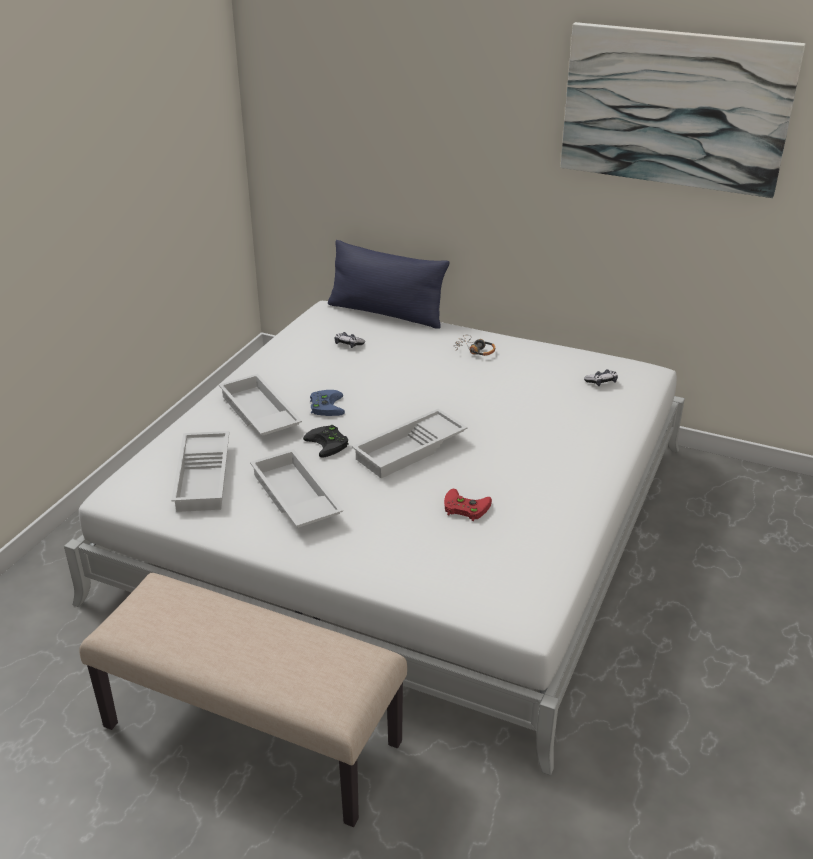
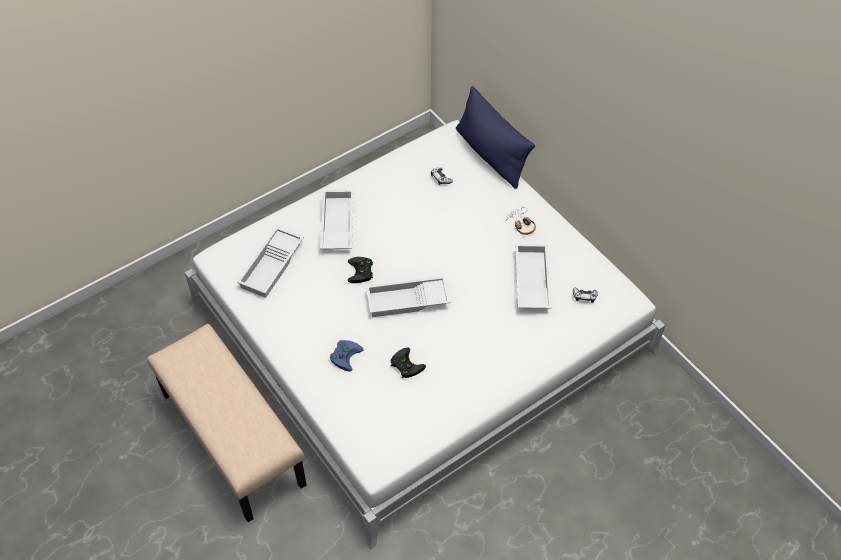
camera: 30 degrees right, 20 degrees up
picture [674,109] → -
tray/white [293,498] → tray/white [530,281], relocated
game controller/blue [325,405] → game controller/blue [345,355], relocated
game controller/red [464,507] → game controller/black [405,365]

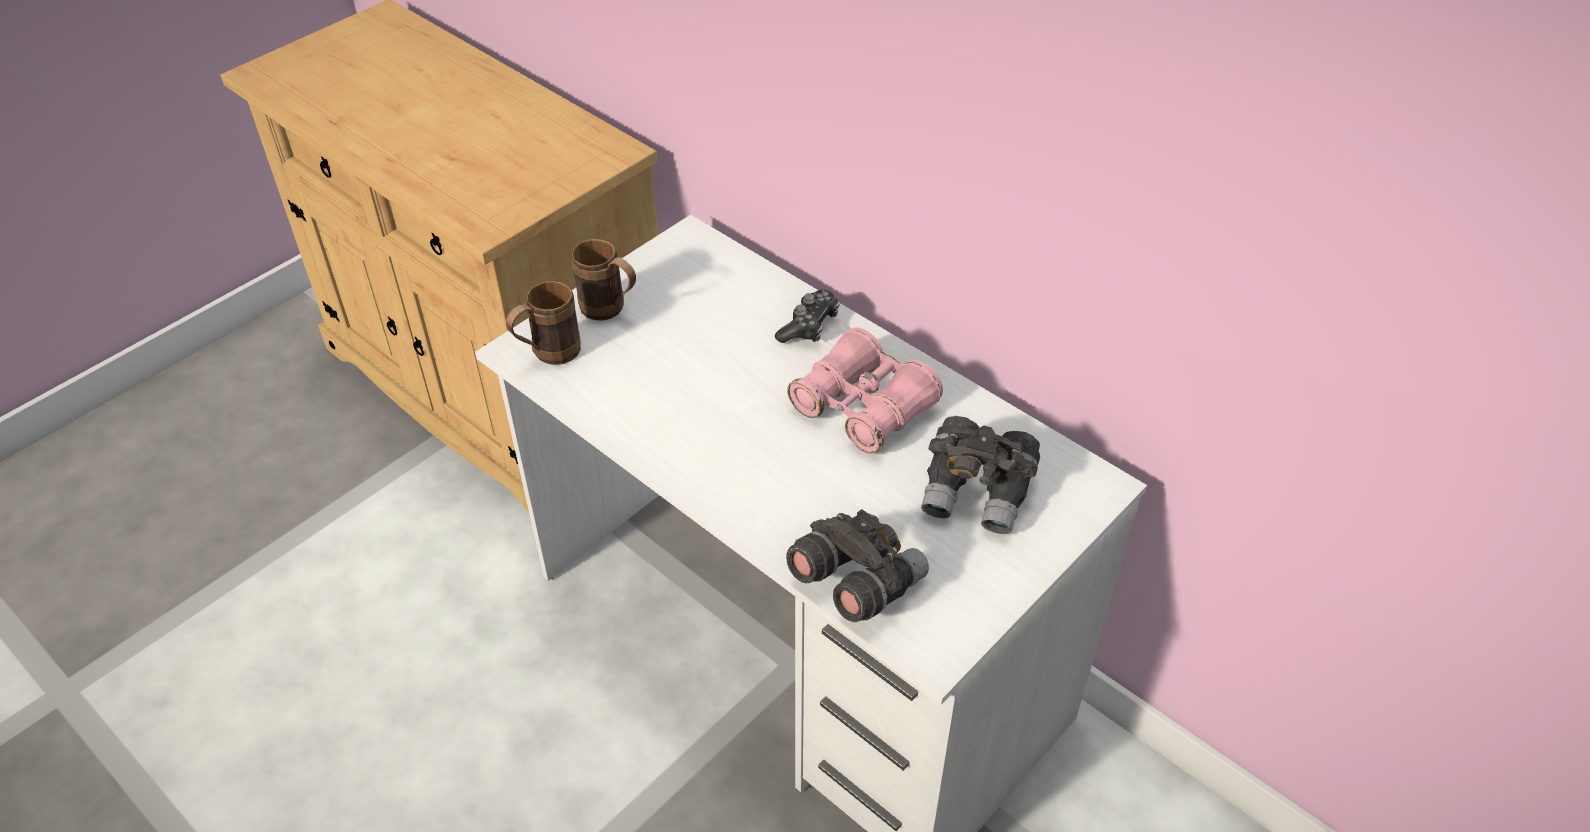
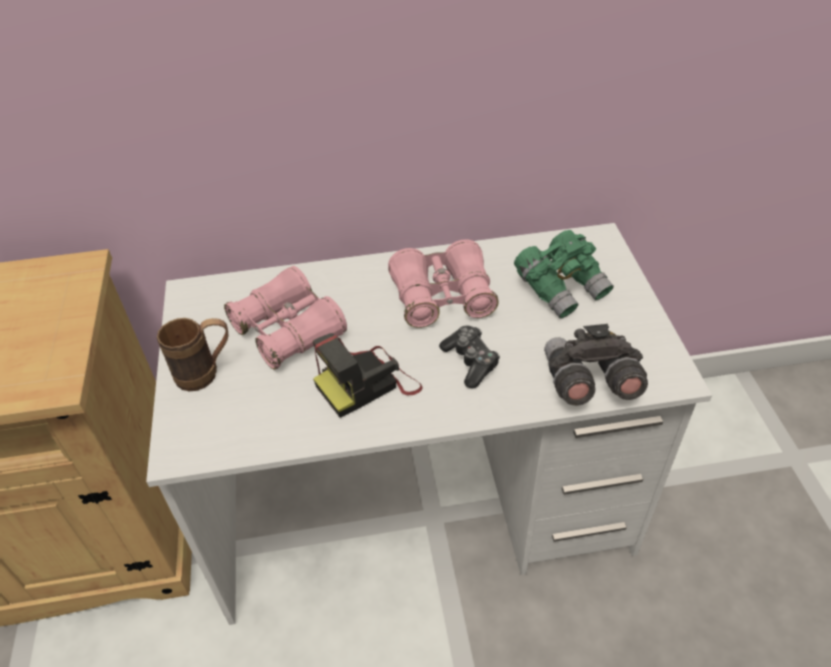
camera: 50 degrees left, 0 degrees up
mug/brown [547,355] → -
- → binoculars/pink [288,330]
- → photo camera [368,383]
game controller [809,326] → game controller [470,361], relocated
binoculars/grey [978,492] → binoculars/green [561,288]

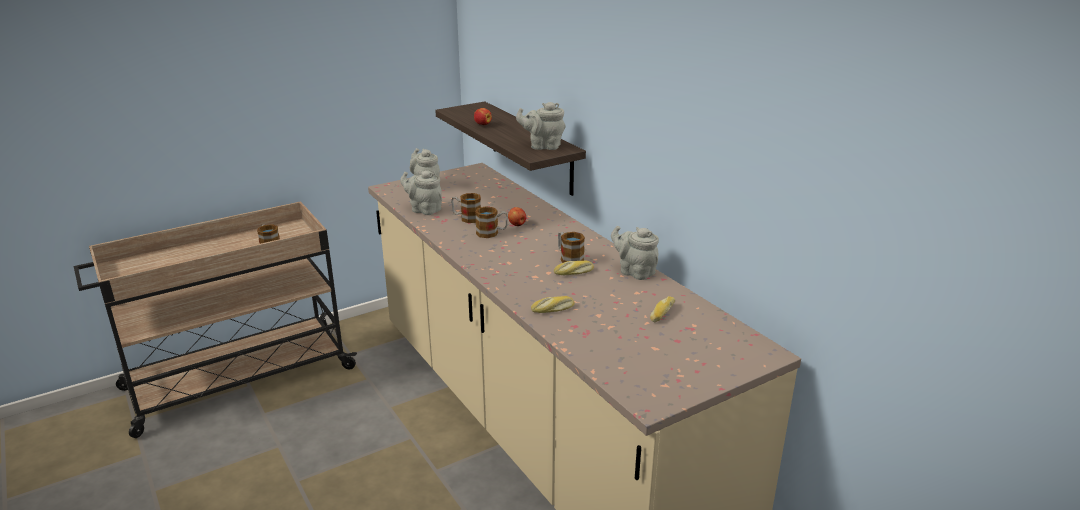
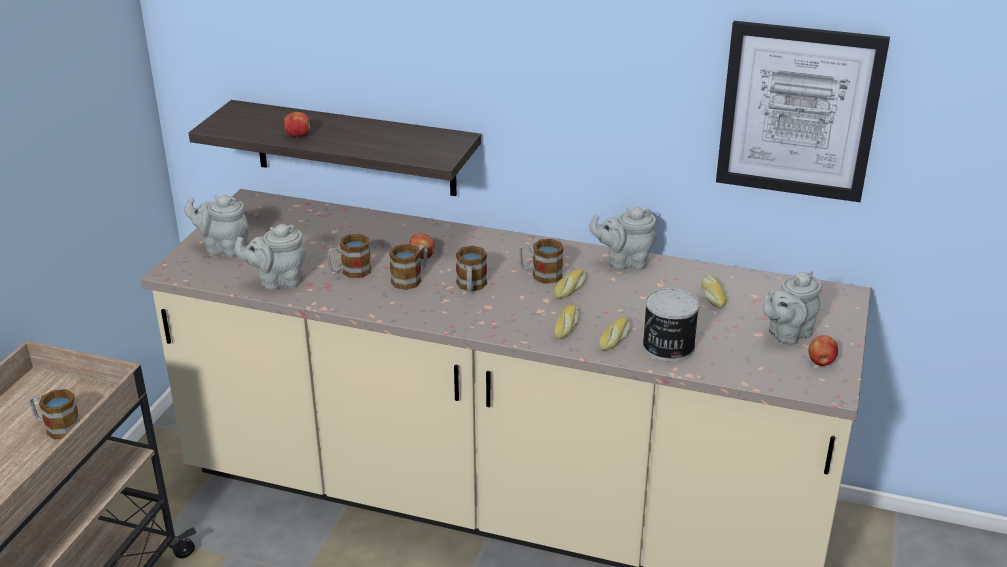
camera: 40 degrees left, 5 degrees up
- → mug [471,286]
- → bread [567,326]
- → can [667,347]
- → picture [798,111]
- → apple [821,362]
teapot/grey [543,146] → teapot/grey [787,334], relocated

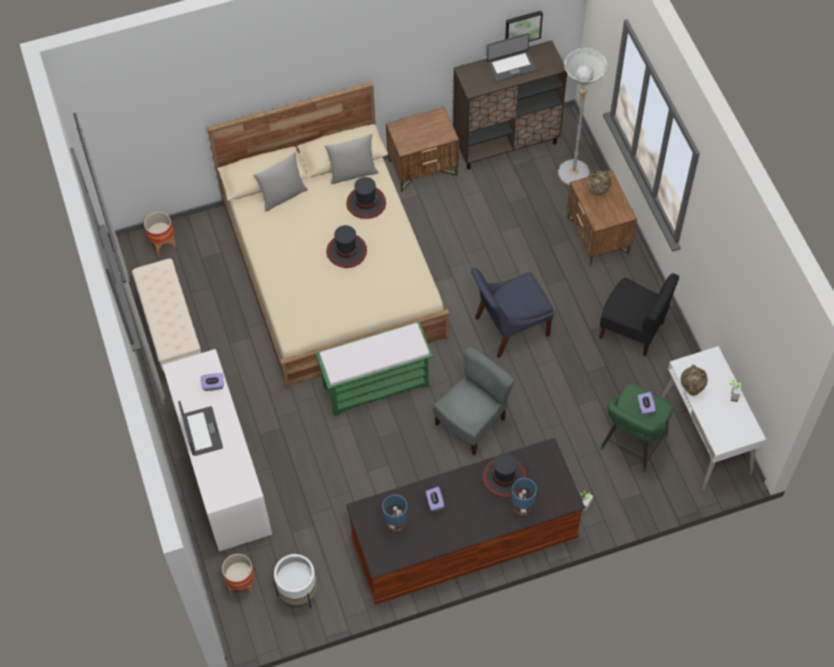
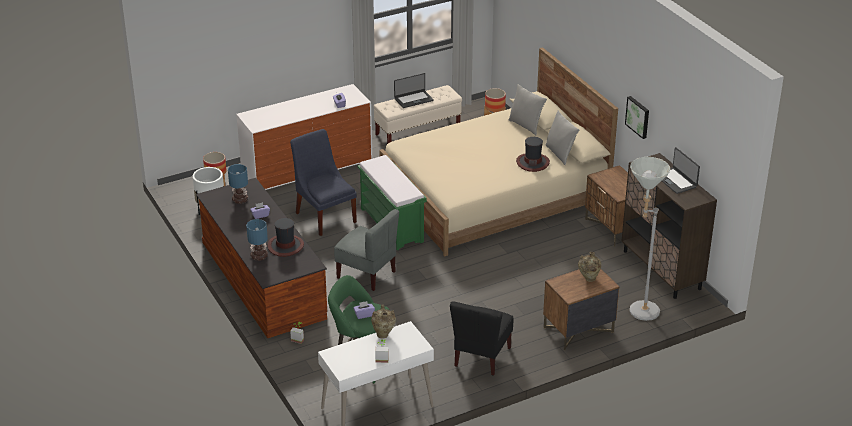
camera: 80 degrees right, 25 degrees down
hat [346,251] → -
laptop [201,431] → laptop [413,99], relocated
chair/blue [508,327] → chair/blue [325,216], relocated
picture [522,27] → picture [638,116], relocated

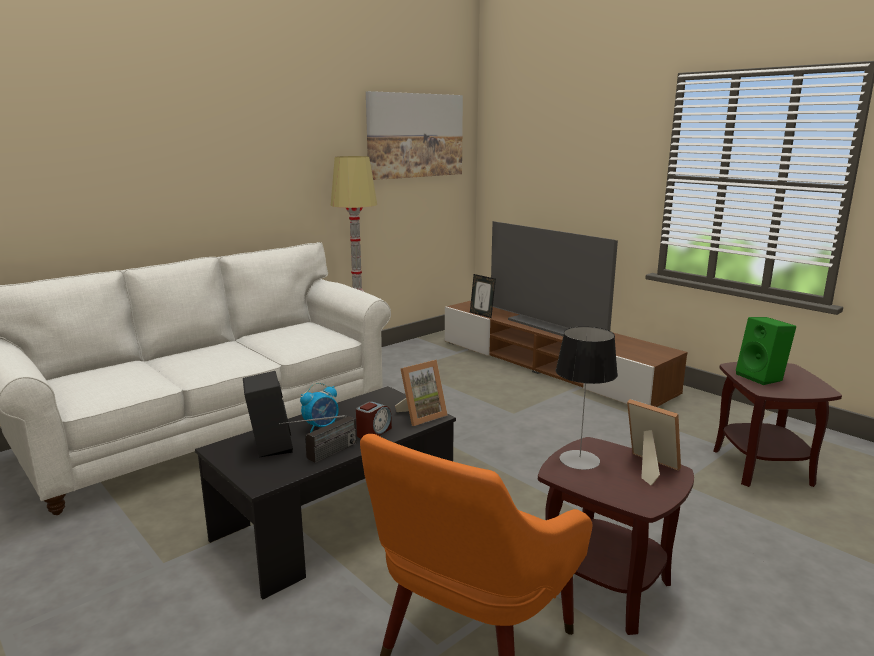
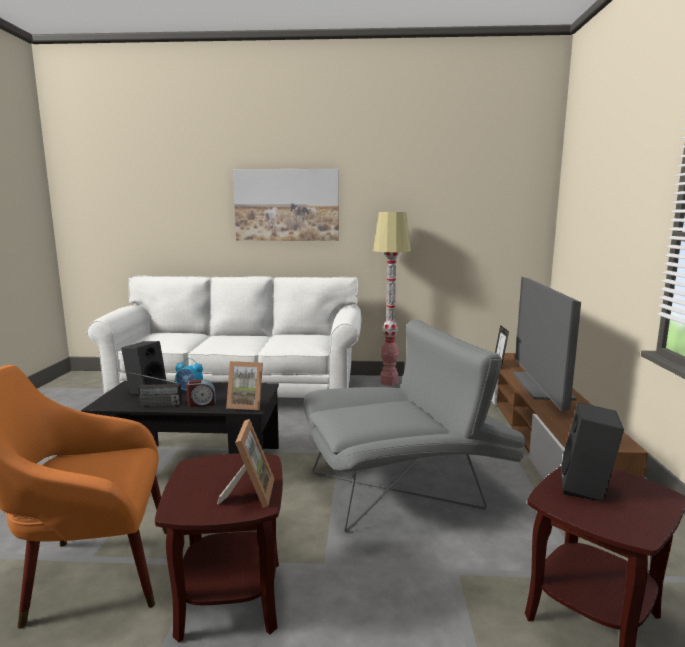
camera: 45 degrees right, 5 degrees down
table lamp [579,460] → -
- → armchair/grey [406,486]
picture [415,135] → picture [287,205], relocated
speaker/green [762,377] → speaker/black [587,489]

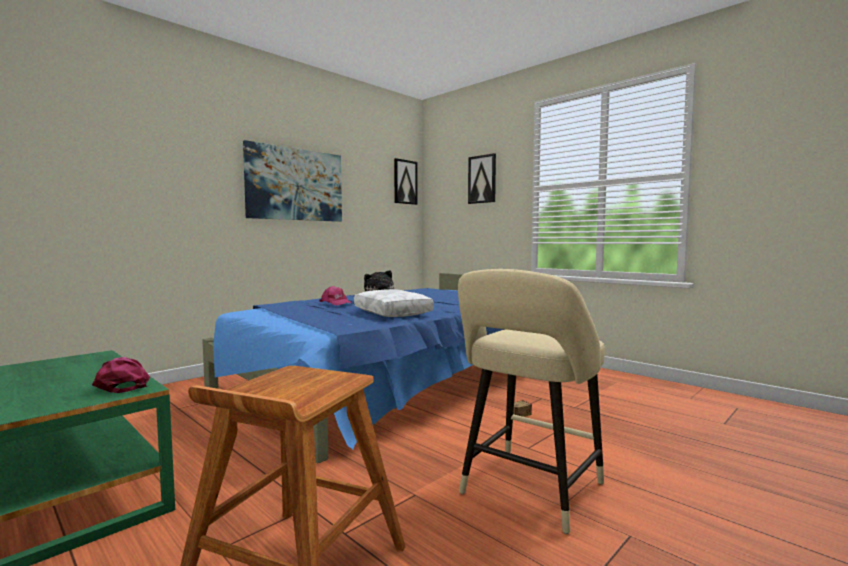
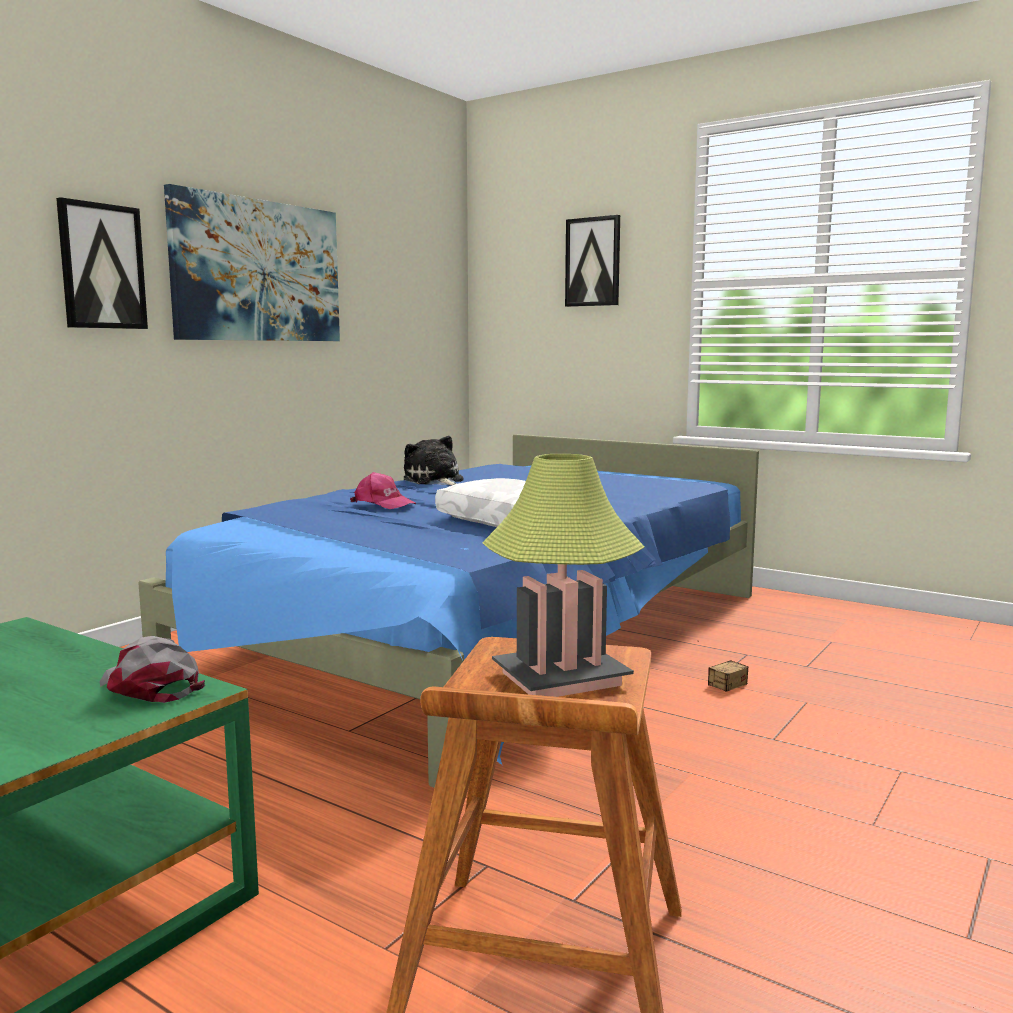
camera: 10 degrees left, 5 degrees up
stool/beige [528,492] → -
- → table lamp [561,678]
picture [405,182] → picture [102,266], relocated
cap/pink [122,385] → cap/grey [150,686]

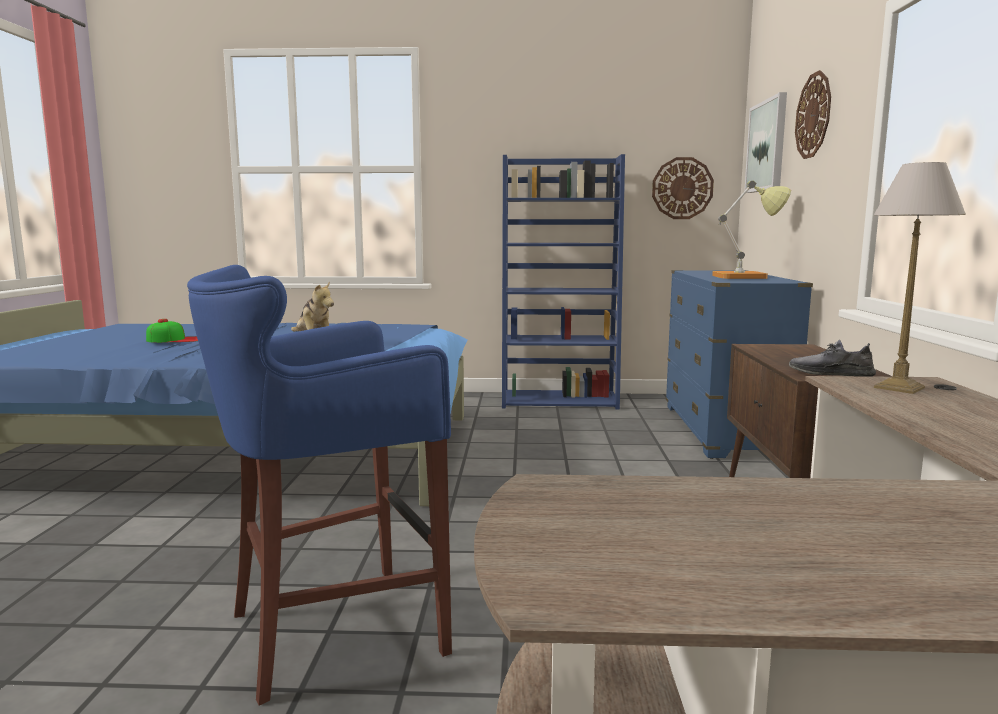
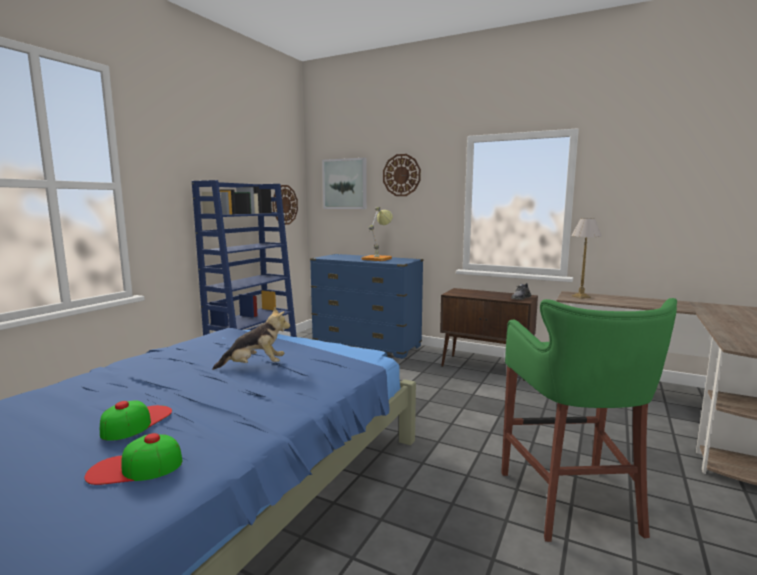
camera: 65 degrees left, 0 degrees up
- → cap [135,467]
stool/blue [330,631] → stool/green [572,504]

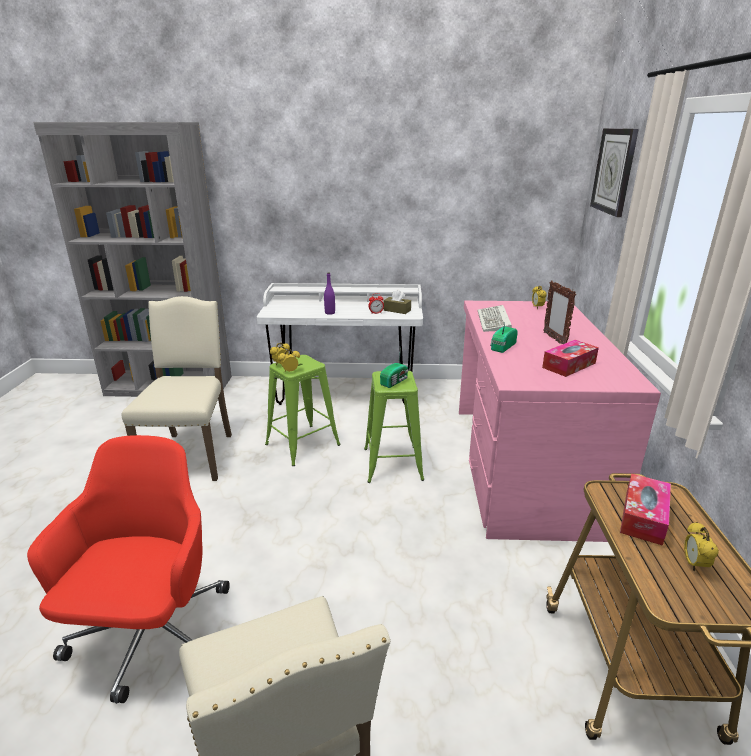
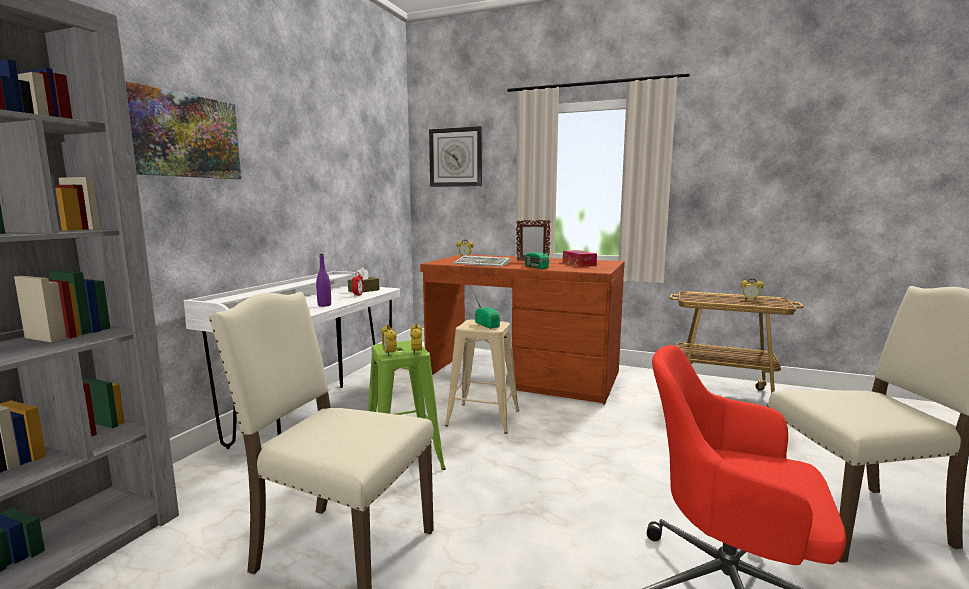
camera: 70 degrees left, 15 degrees down
tissue box [643,517] → -
- → picture [183,136]
stool/green [392,464] → stool/beige [483,418]
desk/pink [523,466] → desk/brown [523,375]

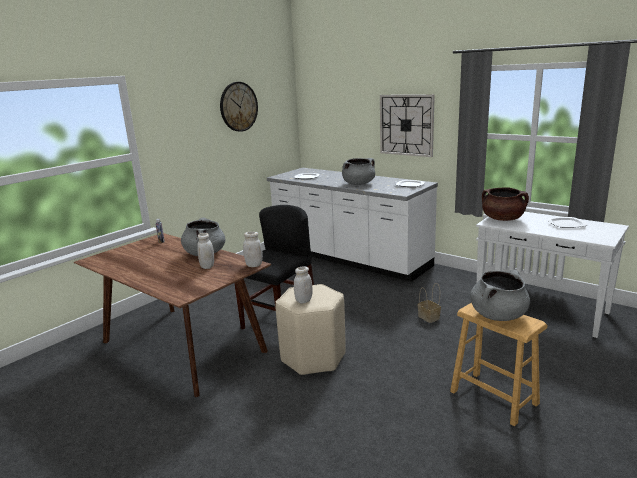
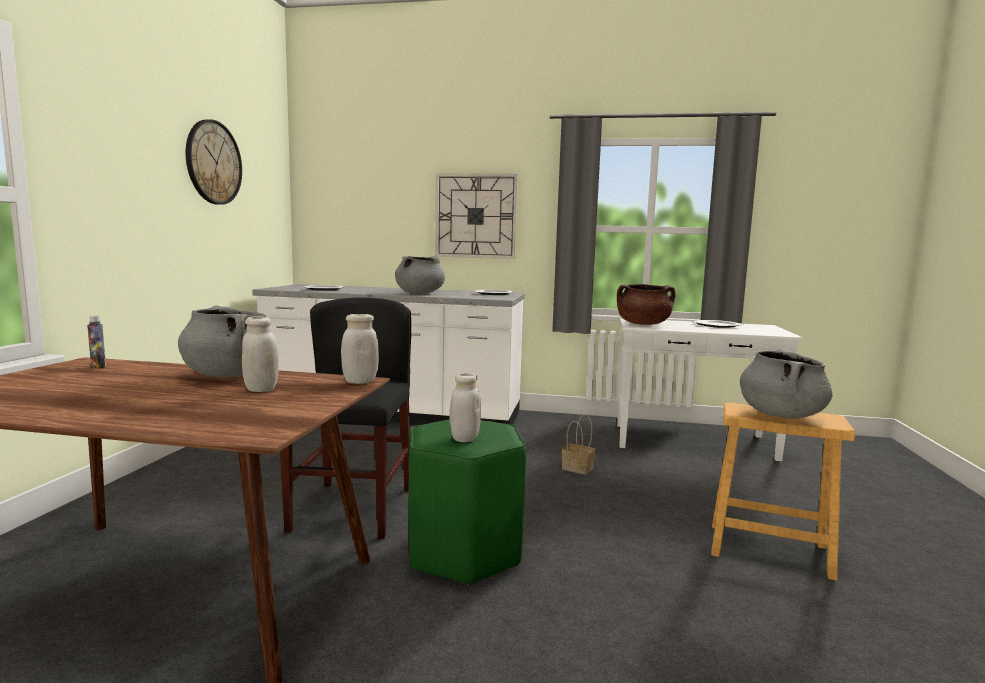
camera: 30 degrees left, 10 degrees down
stool/beige [314,358] → stool/green [465,552]

